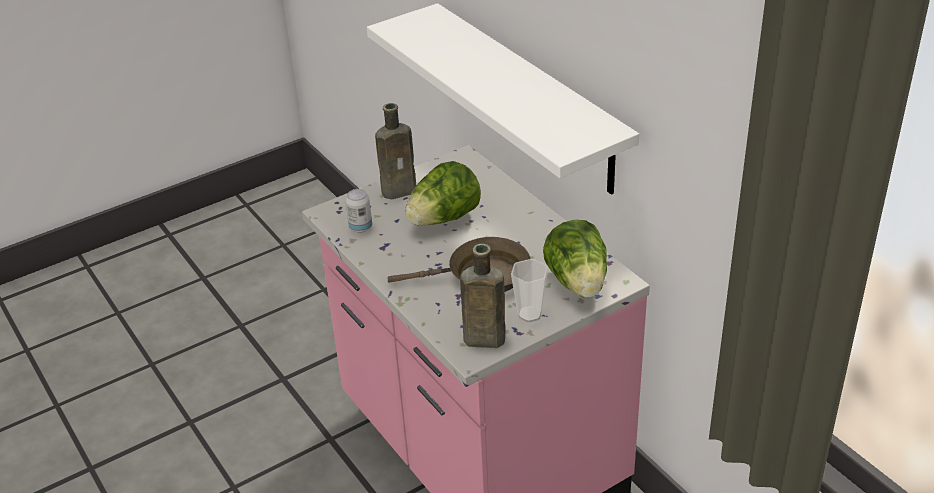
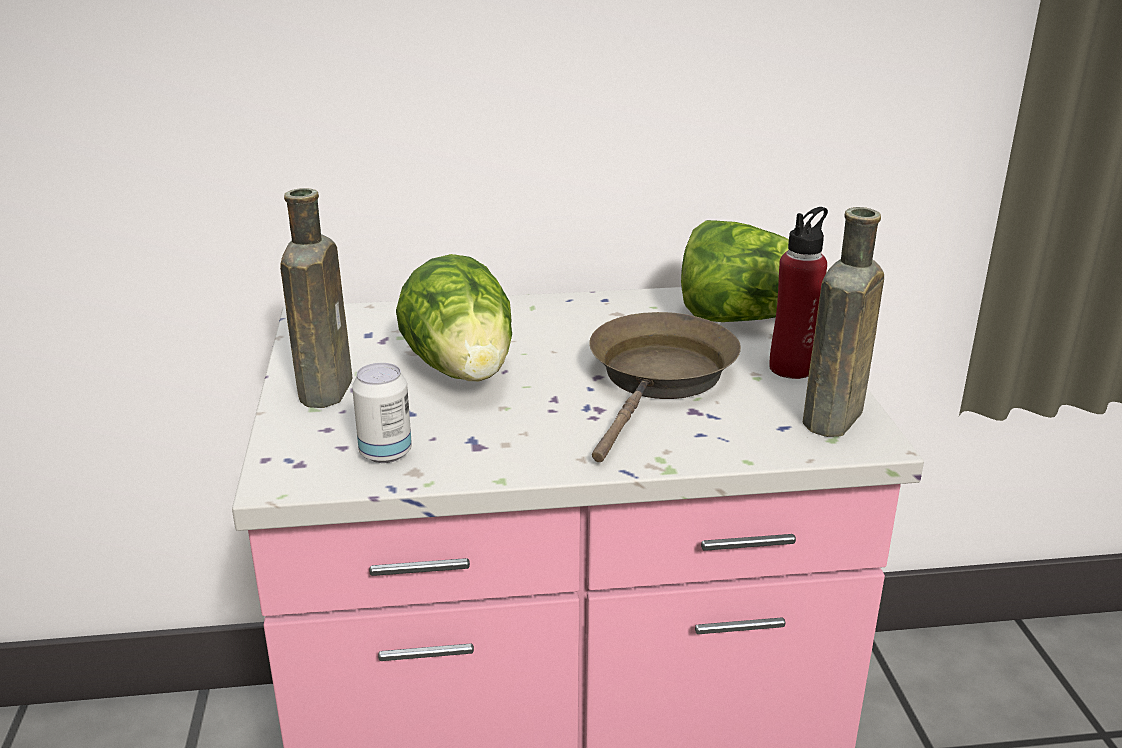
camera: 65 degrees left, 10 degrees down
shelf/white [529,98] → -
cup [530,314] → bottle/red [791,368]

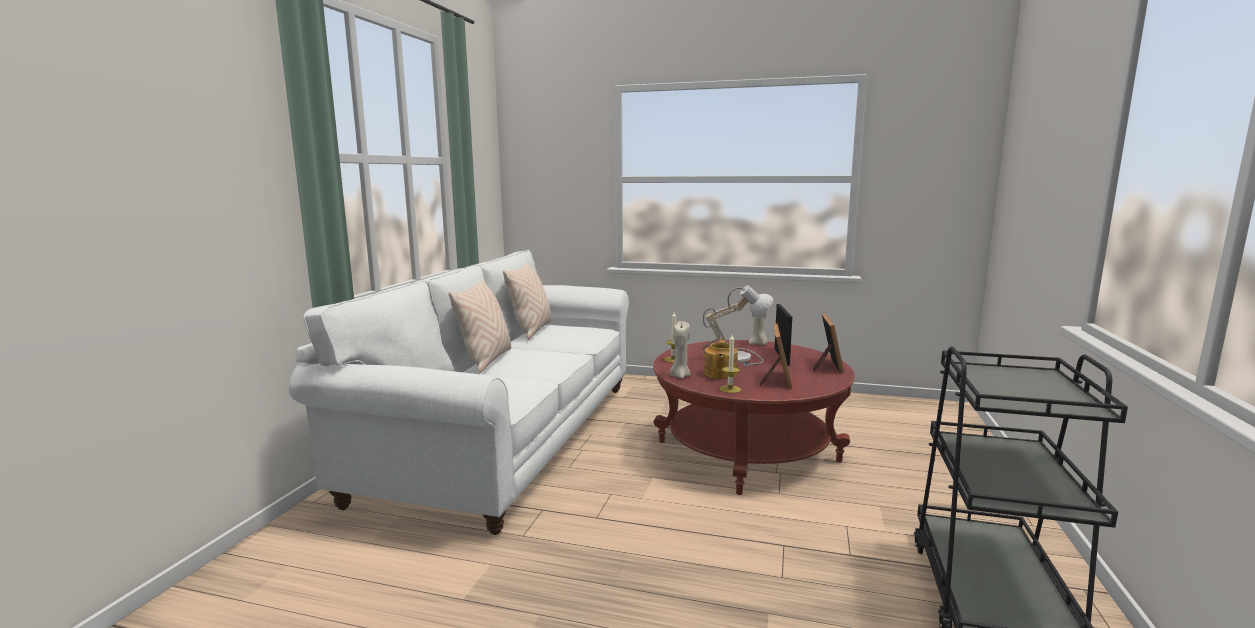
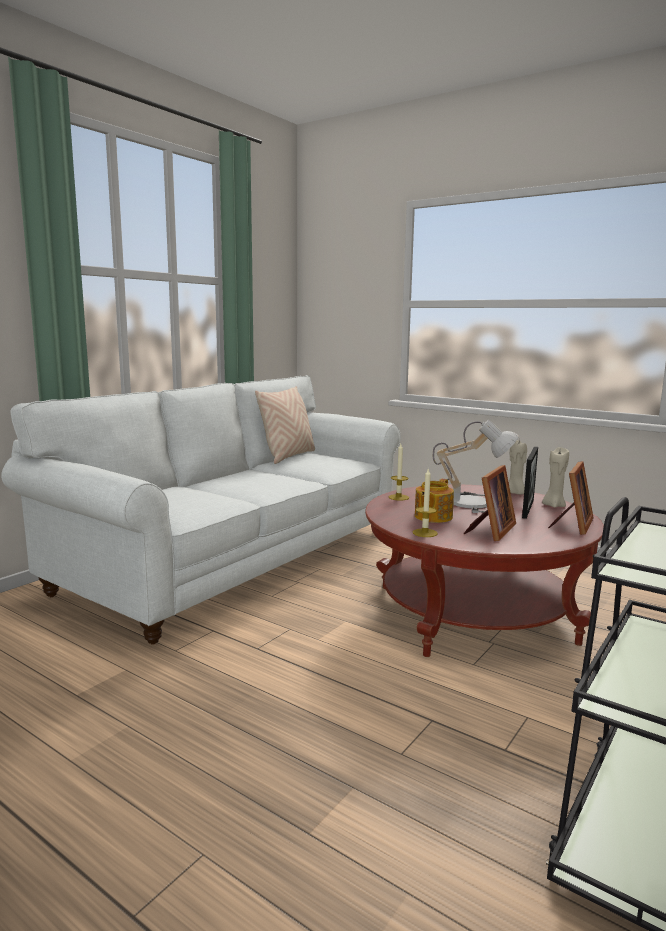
camera: 20 degrees right, 0 degrees up
pillow/beige [486,360] → -
candle/beige [680,376] → candle/beige [553,505], relocated

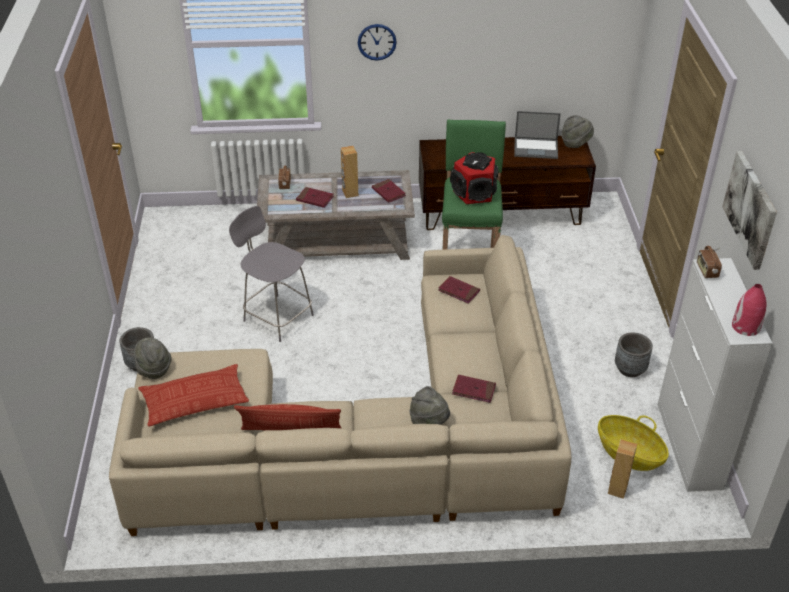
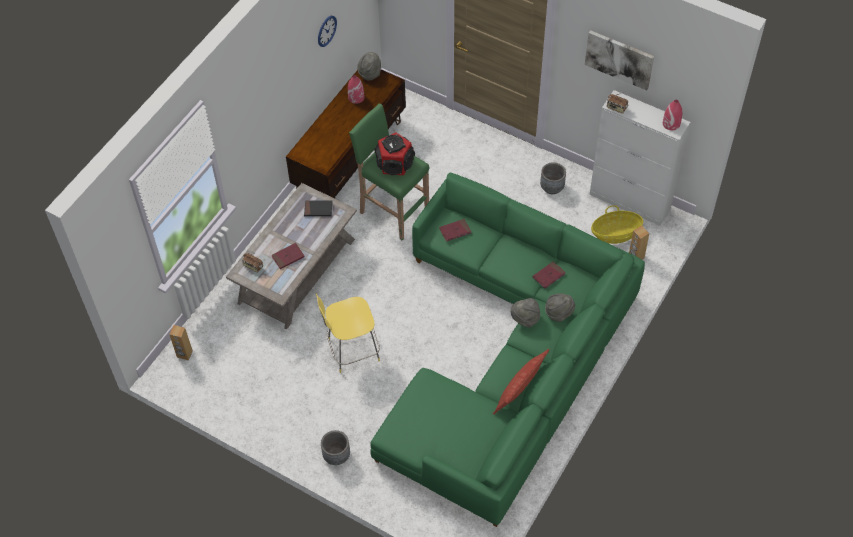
camera: 55 degrees left, 15 degrees up
pillow [194,400] → -
hat/grey [154,369] → hat/grey [525,319], relocated
speaker/brown [350,193] → speaker/brown [184,354], relocated
wall clock [377,42] → wall clock [326,31], relocated
laptop [536,148] → vase/red [356,97]
sofa/beige [366,438] → sofa/green [507,358]
stool/grey [276,317] → stool/yellow [351,350]
book/red [388,192] → book/black [318,209]

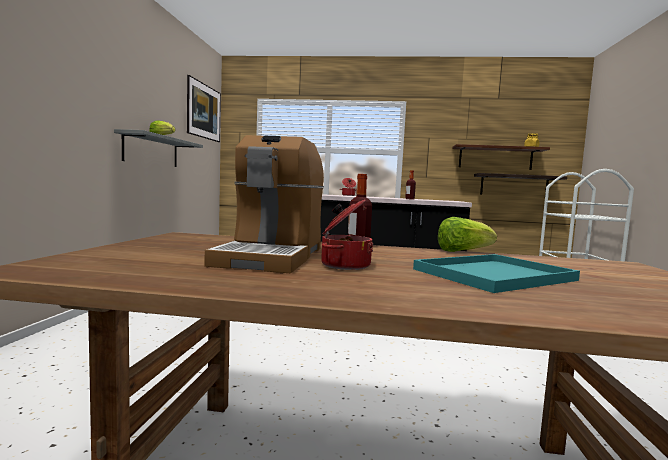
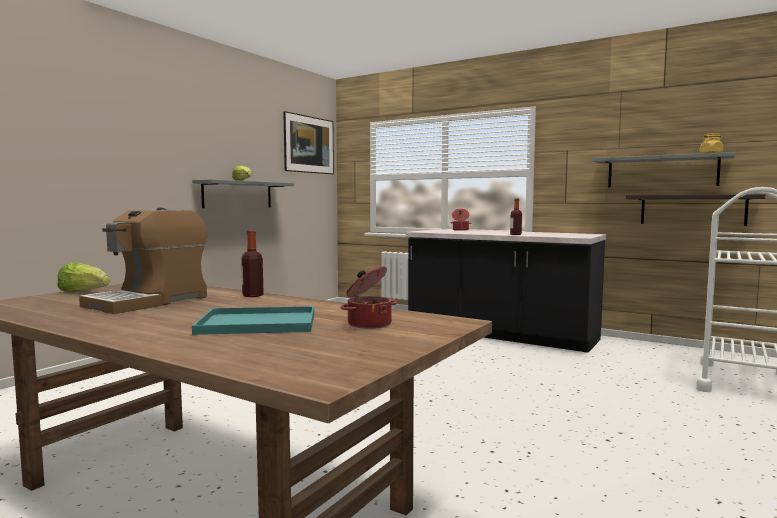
camera: 25 degrees right, 0 degrees up
cooking pot [344,265] → cooking pot [368,324], relocated
lettuce [462,251] → lettuce [83,292], relocated
shelf/brown [495,158] → shelf/grey [661,172]

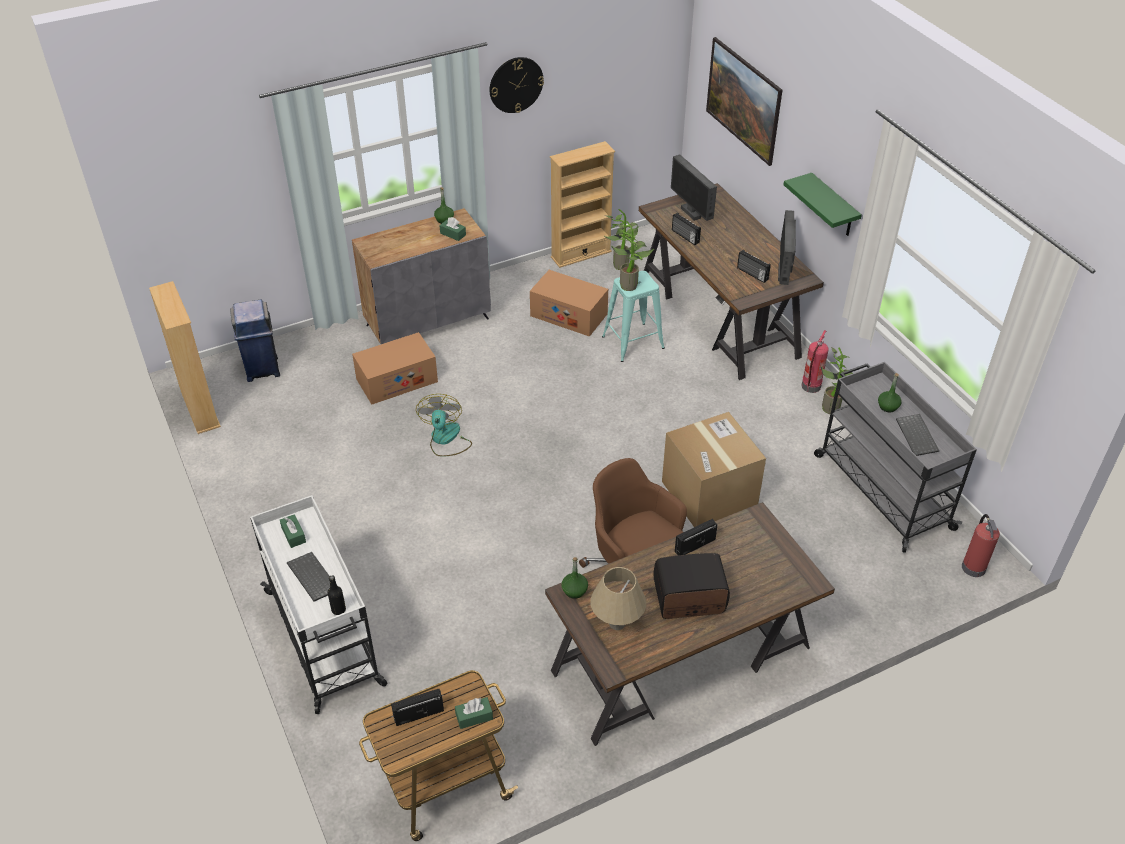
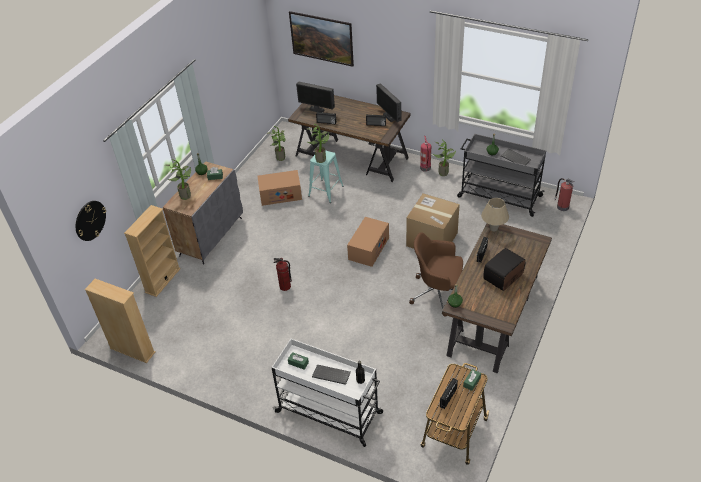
camera: 35 degrees left, 0 degrees up
trash can/blue [262,368] → -
shelf/green [833,206] → -
- → potted plant [186,195]
cardboard box [397,380] → cardboard box [368,248], relocated
wall clock [516,84] → wall clock [90,220], relocated
bookcase/beige [581,254] → bookcase/beige [162,280], relocated
table lamp/beige [617,623] → table lamp/beige [493,228], relocated
fan [445,439] → fire extinguisher [285,287]

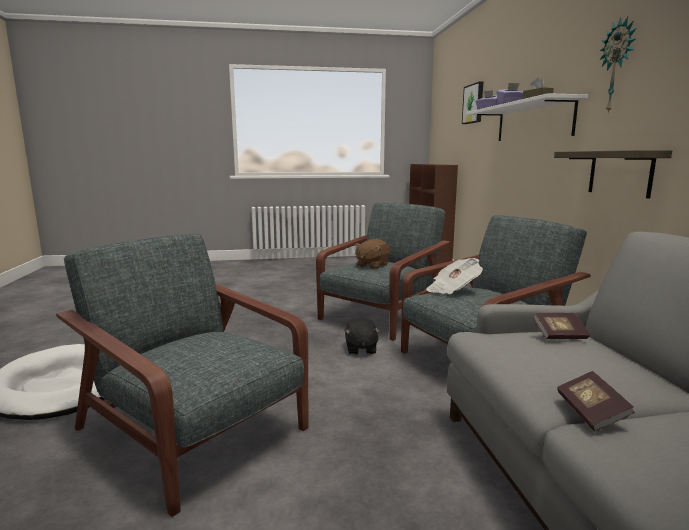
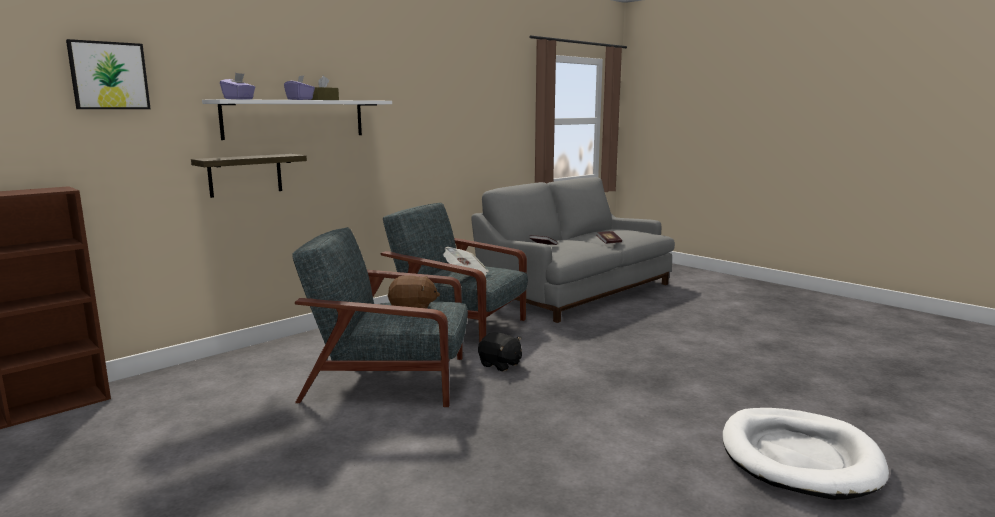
camera: 125 degrees left, 0 degrees up
armchair/grey [194,431] → -
wall clock [617,66] → -
shelf [620,173] → shelf [245,175], relocated
plush toy/black [360,349] → plush toy/black [500,365], 75 degrees clockwise

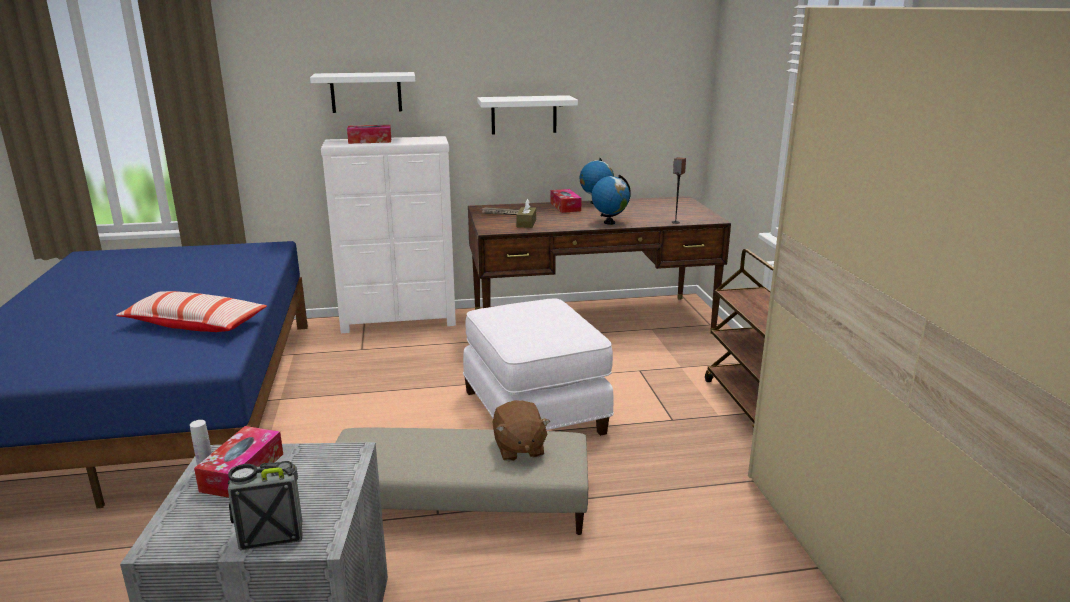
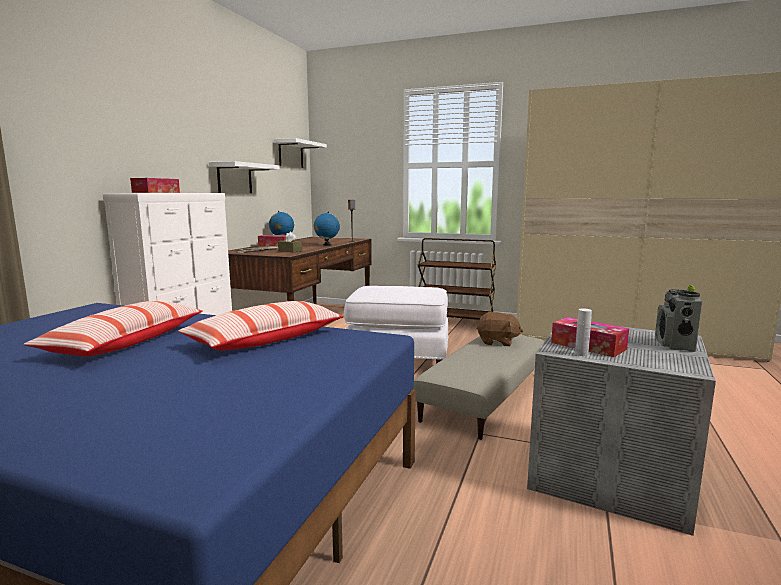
camera: 60 degrees left, 10 degrees down
- → pillow [126,342]
shelf/white [366,92] → shelf/white [290,154], relocated

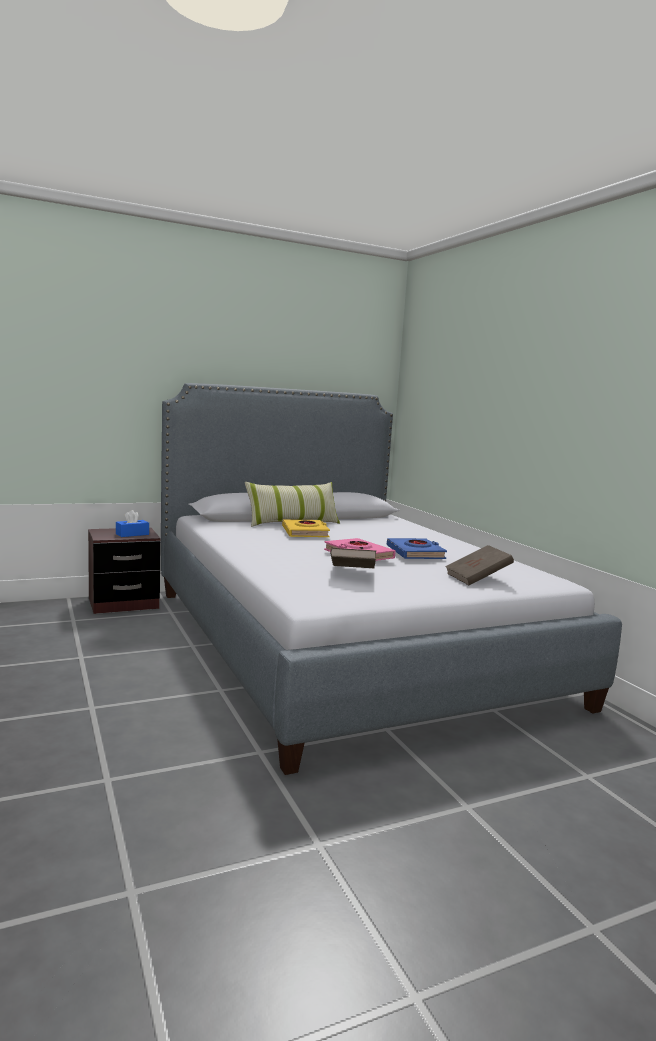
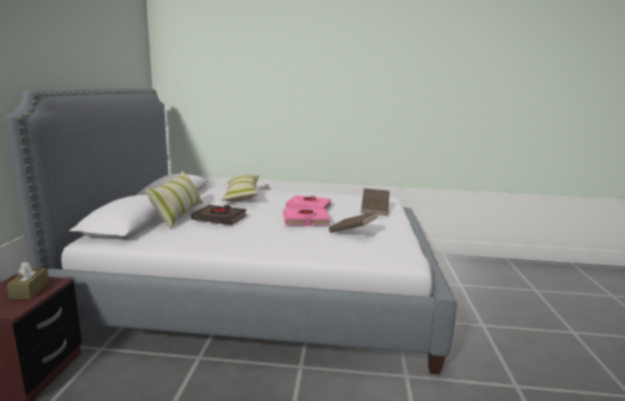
camera: 60 degrees left, 5 degrees up
- → pillow [242,195]
tissue box/blue [132,534] → tissue box/brown [30,290]
book/yellow [305,532] → book/black [219,218]
book/blue [415,553] → book/pink [309,207]

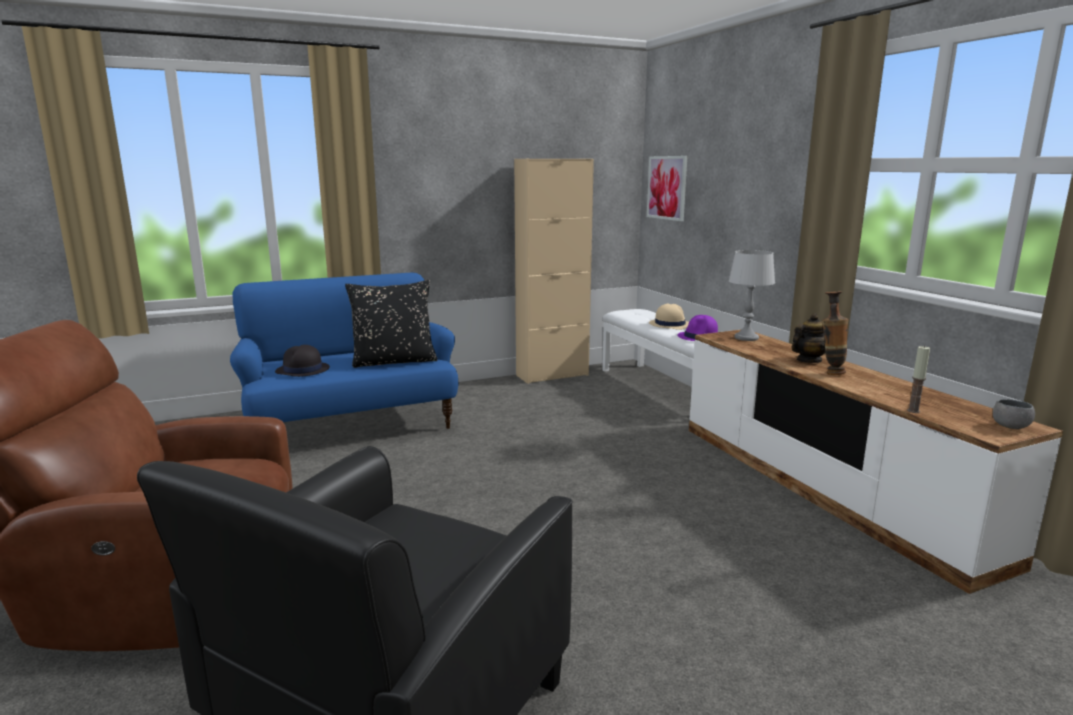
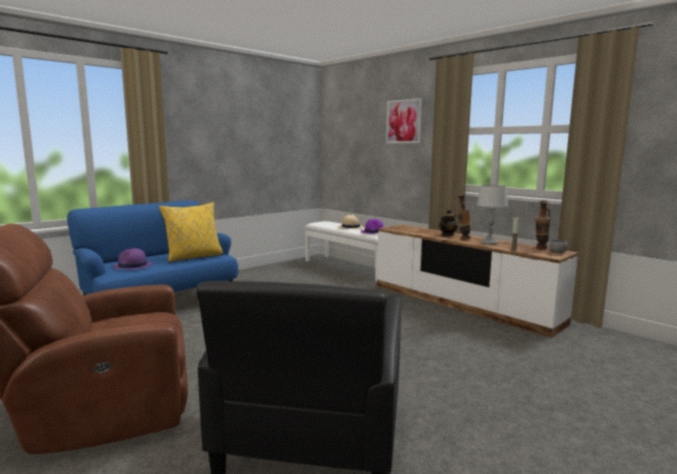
camera: 20 degrees left, 5 degrees down
cabinet/beige [552,375] → -
- → vase [540,249]
picture [667,187] → picture [404,121], relocated
table lamp/grey [746,338] → table lamp/grey [489,243], relocated
hat/black [302,370] → hat/purple [133,266]
pillow/black [394,361] → pillow/yellow [194,257]

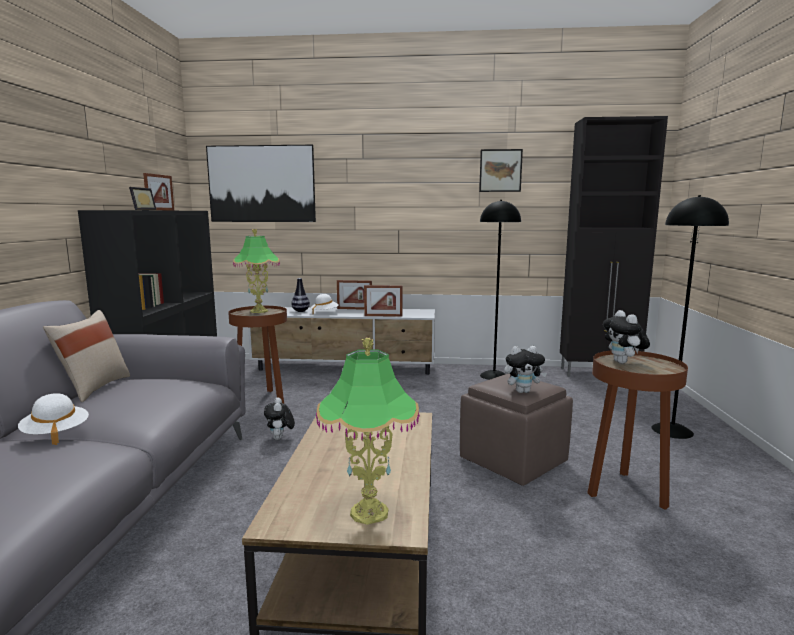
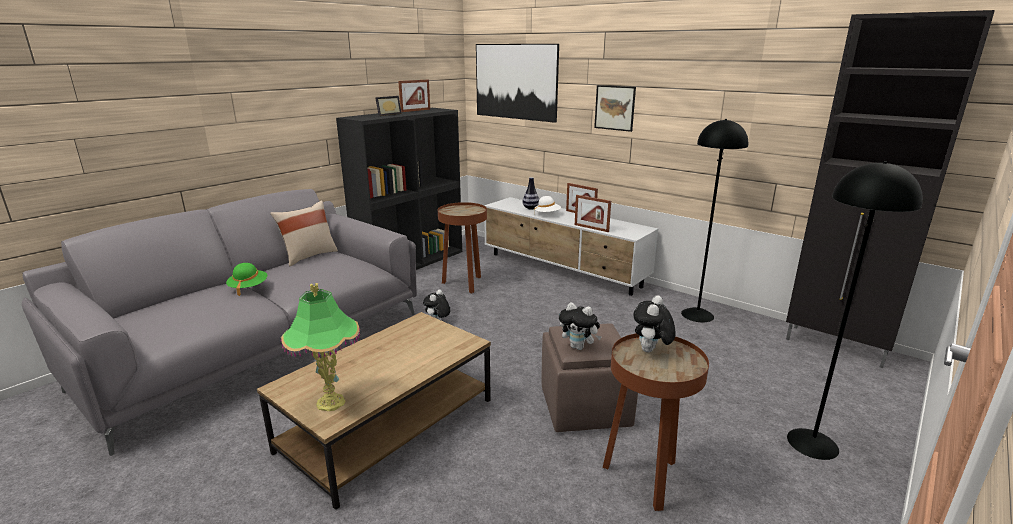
camera: 35 degrees right, 10 degrees up
table lamp [259,311] → -
picture [500,170] → picture [614,108], relocated
hat/white [56,434] → hat/green [248,287]

